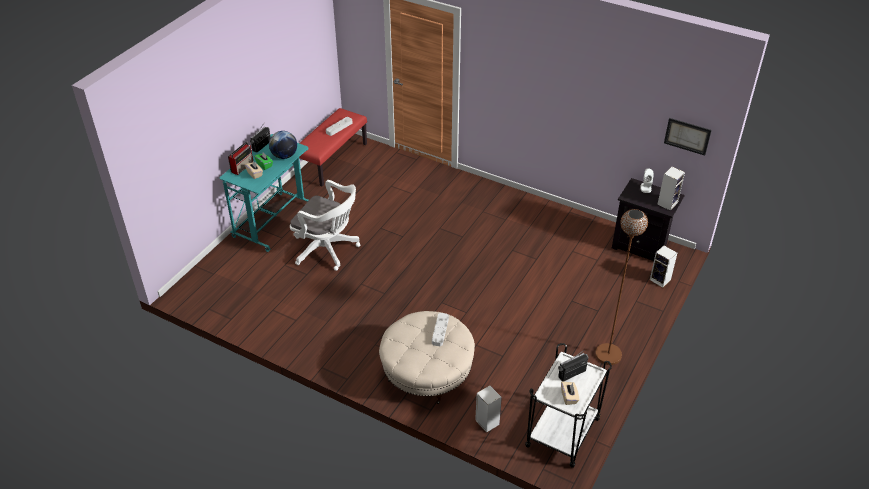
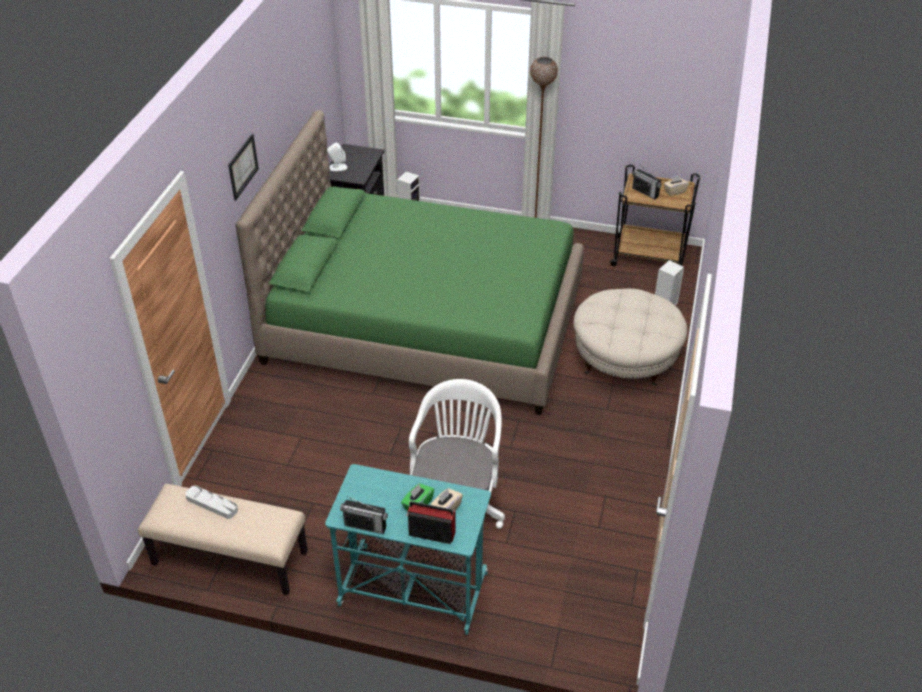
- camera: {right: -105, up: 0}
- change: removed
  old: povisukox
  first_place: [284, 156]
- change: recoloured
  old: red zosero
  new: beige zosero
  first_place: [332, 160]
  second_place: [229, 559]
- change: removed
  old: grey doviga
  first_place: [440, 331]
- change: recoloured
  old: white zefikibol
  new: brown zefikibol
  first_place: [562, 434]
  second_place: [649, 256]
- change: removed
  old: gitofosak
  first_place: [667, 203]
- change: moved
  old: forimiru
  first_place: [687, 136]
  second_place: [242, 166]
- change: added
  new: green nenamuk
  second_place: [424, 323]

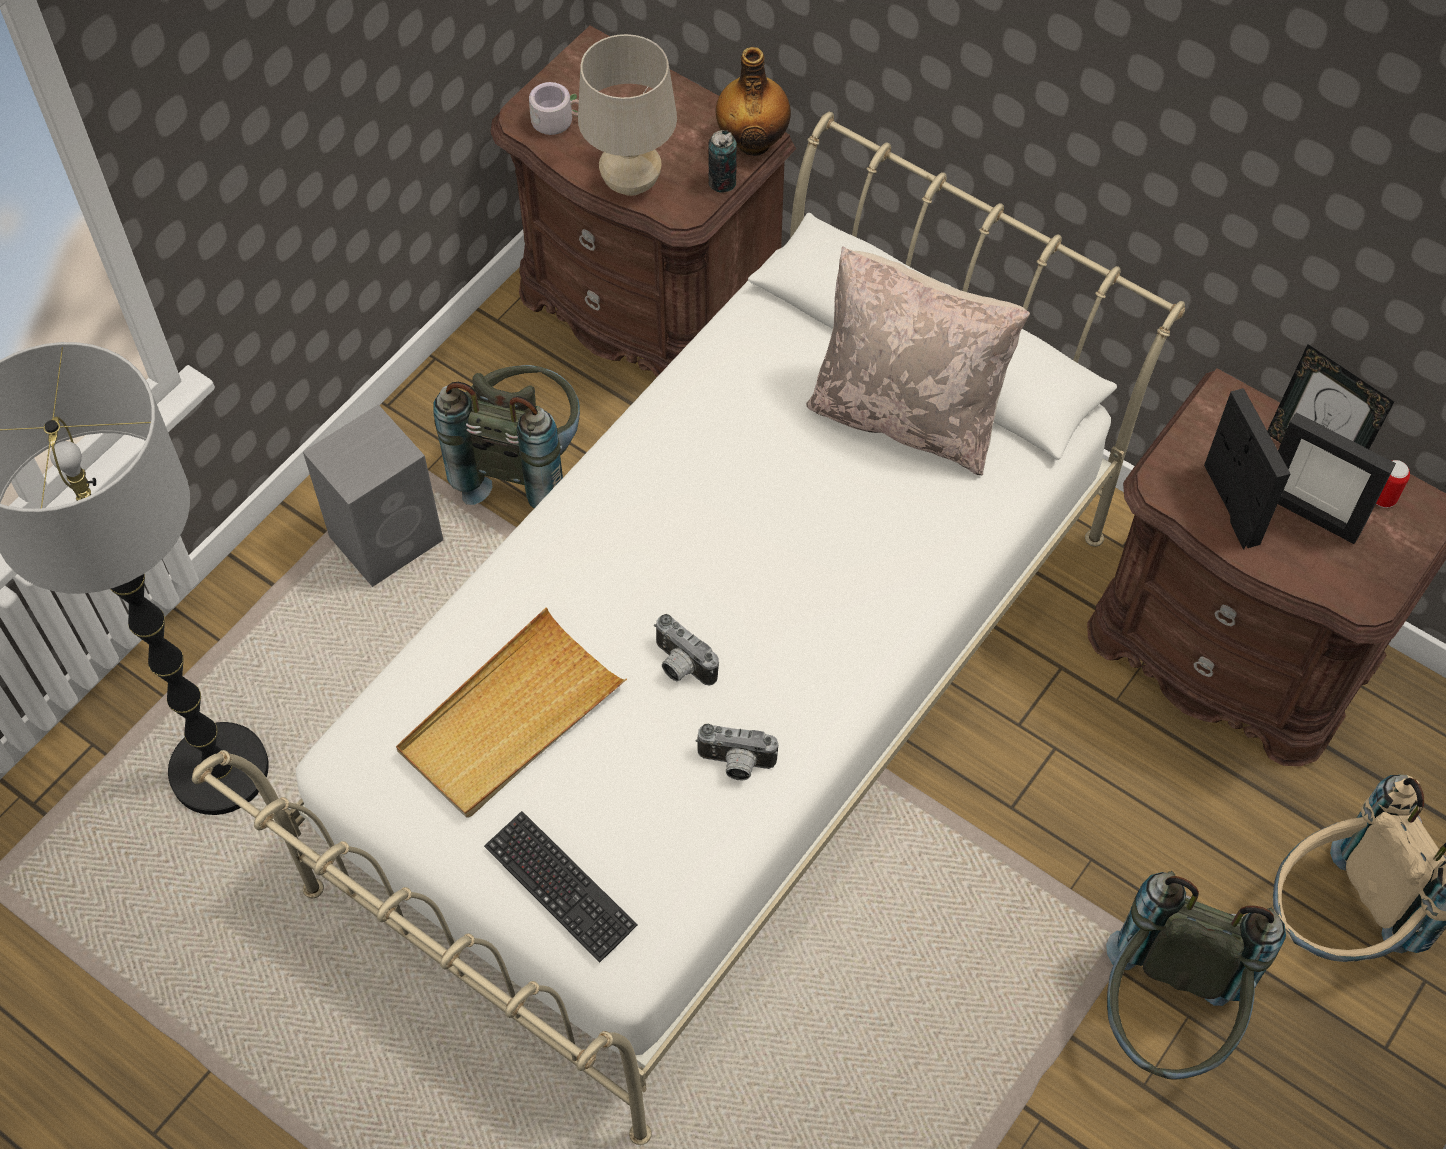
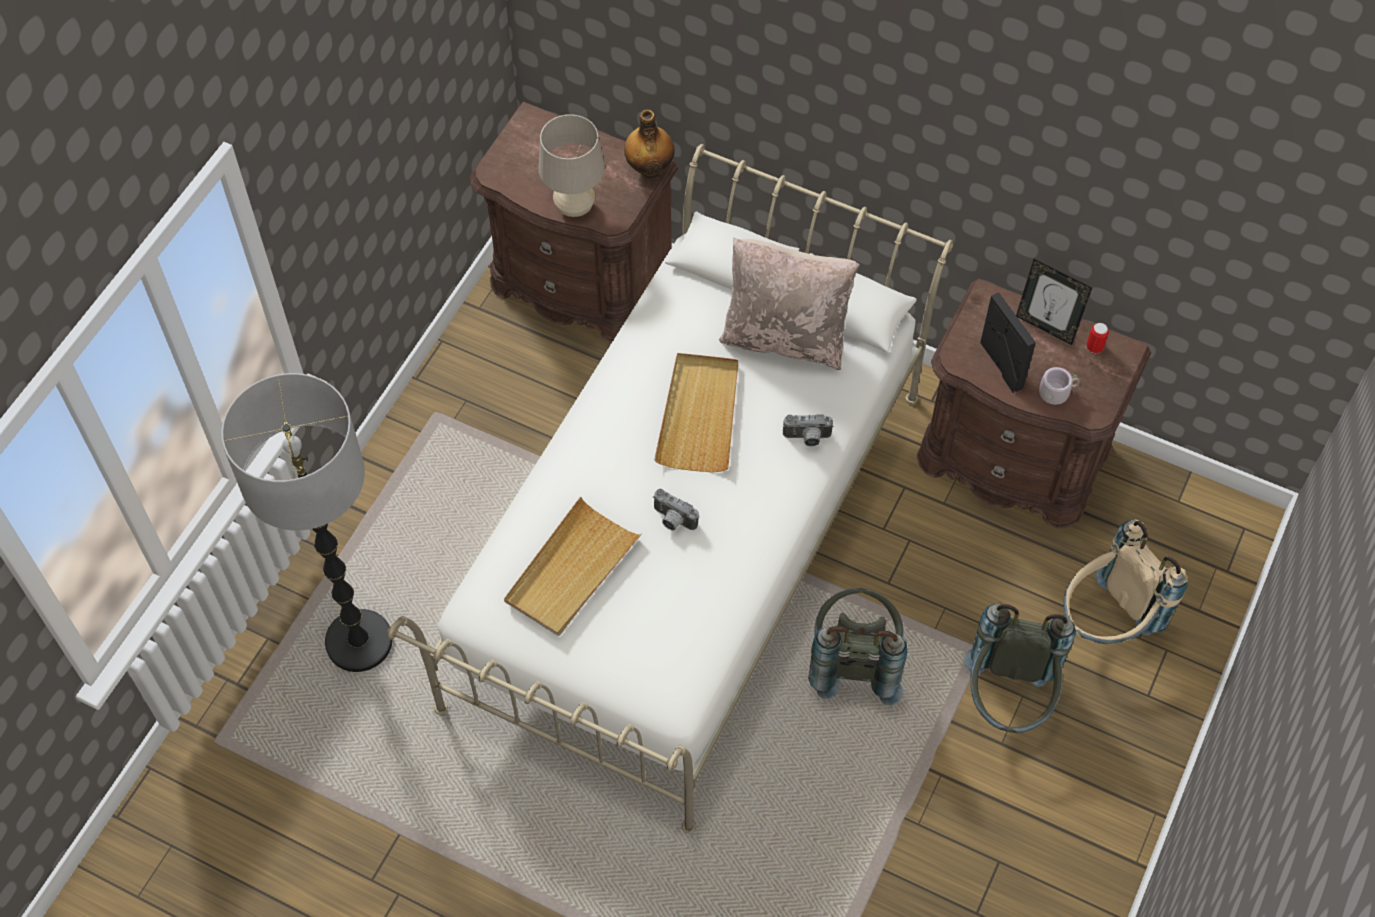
- camera: {right: -10, up: 0}
- change: removed
  old: grey gitofosak
  first_place: [388, 538]
- change: moved
  old: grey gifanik
  first_place: [523, 467]
  second_place: [854, 661]
- change: removed
  old: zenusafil
  first_place: [560, 887]
- change: moved
  old: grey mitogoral
  first_place: [557, 120]
  second_place: [1057, 391]
- change: moved
  old: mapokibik
  first_place: [735, 764]
  second_place: [807, 438]
- change: removed
  old: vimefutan
  first_place: [722, 182]
- change: removed
  old: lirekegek
  first_place: [1310, 512]
- change: added
  new: beige doviga
  second_place: [699, 415]

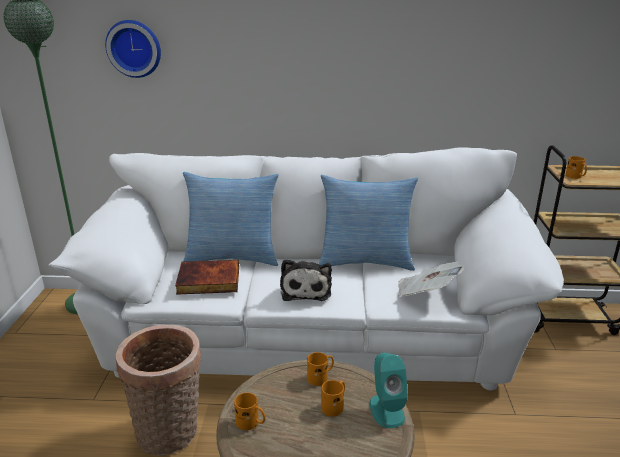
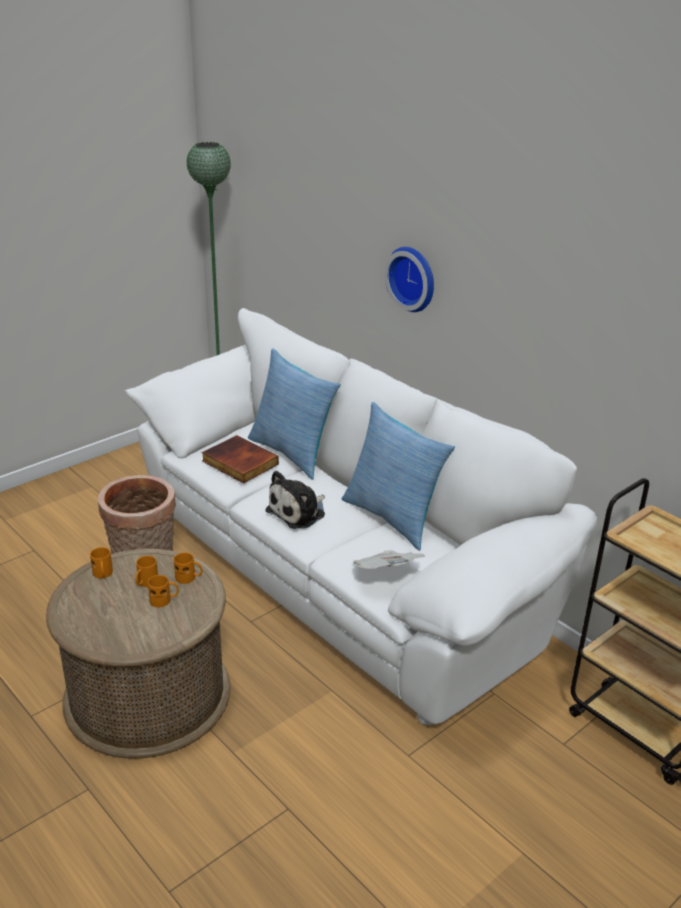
- camera: {right: 45, up: 5}
- change: moved
  old: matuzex
  first_place: [134, 48]
  second_place: [413, 278]
- change: removed
  old: turquoise gitofosak
  first_place: [386, 410]
- change: moved
  old: orange mitogoral
  first_place: [576, 177]
  second_place: [146, 583]

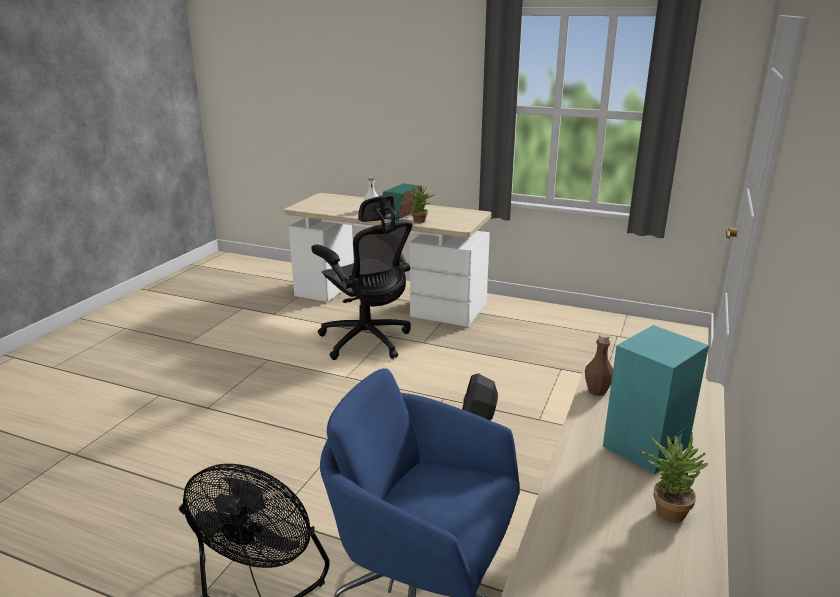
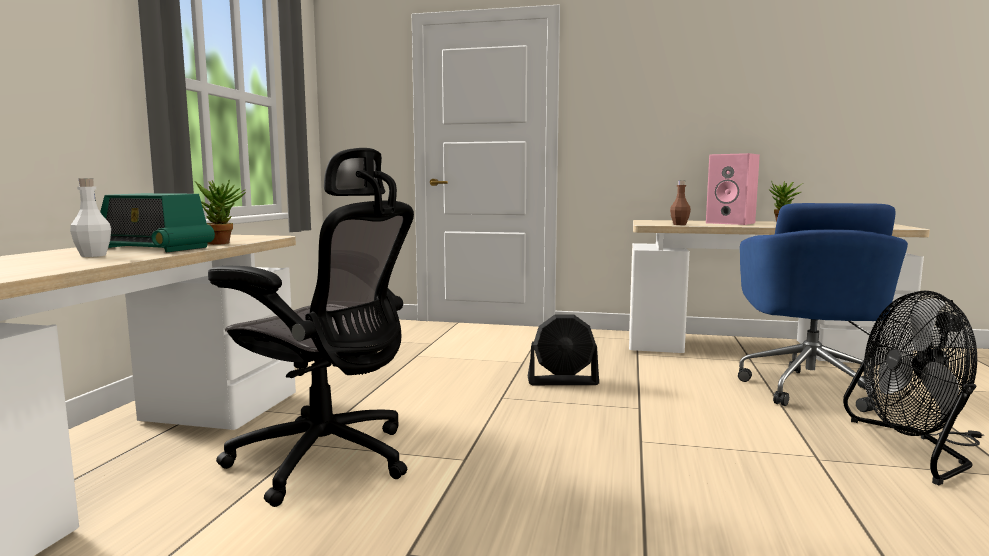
- camera: {right: -100, up: -15}
- change: turned
  old: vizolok
  first_place: [366, 340]
  second_place: [325, 459]
  degrees: 75
- change: recoloured
  old: turquoise gitofosak
  new: pink gitofosak
  first_place: [646, 448]
  second_place: [732, 223]

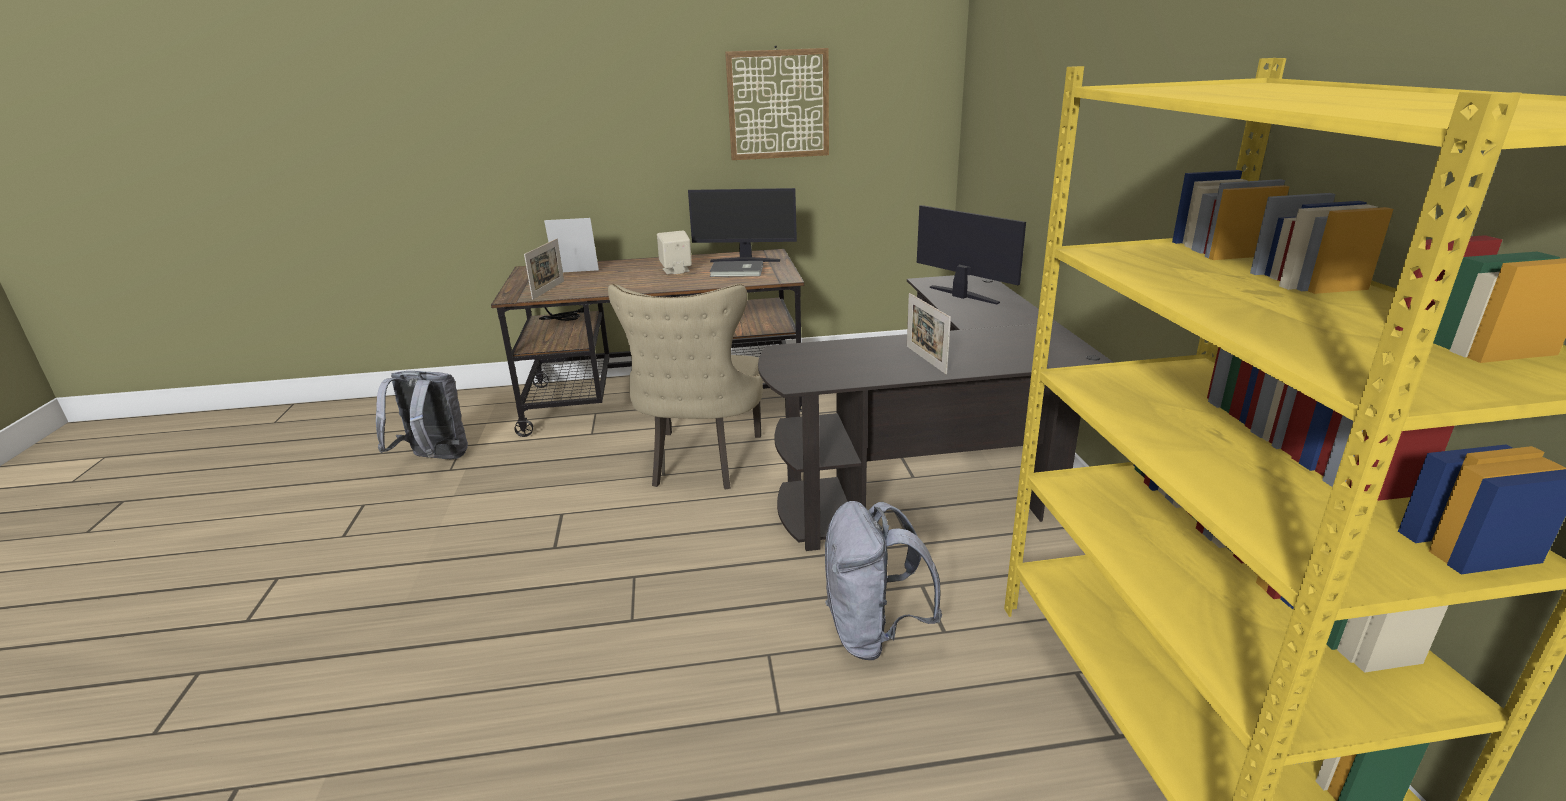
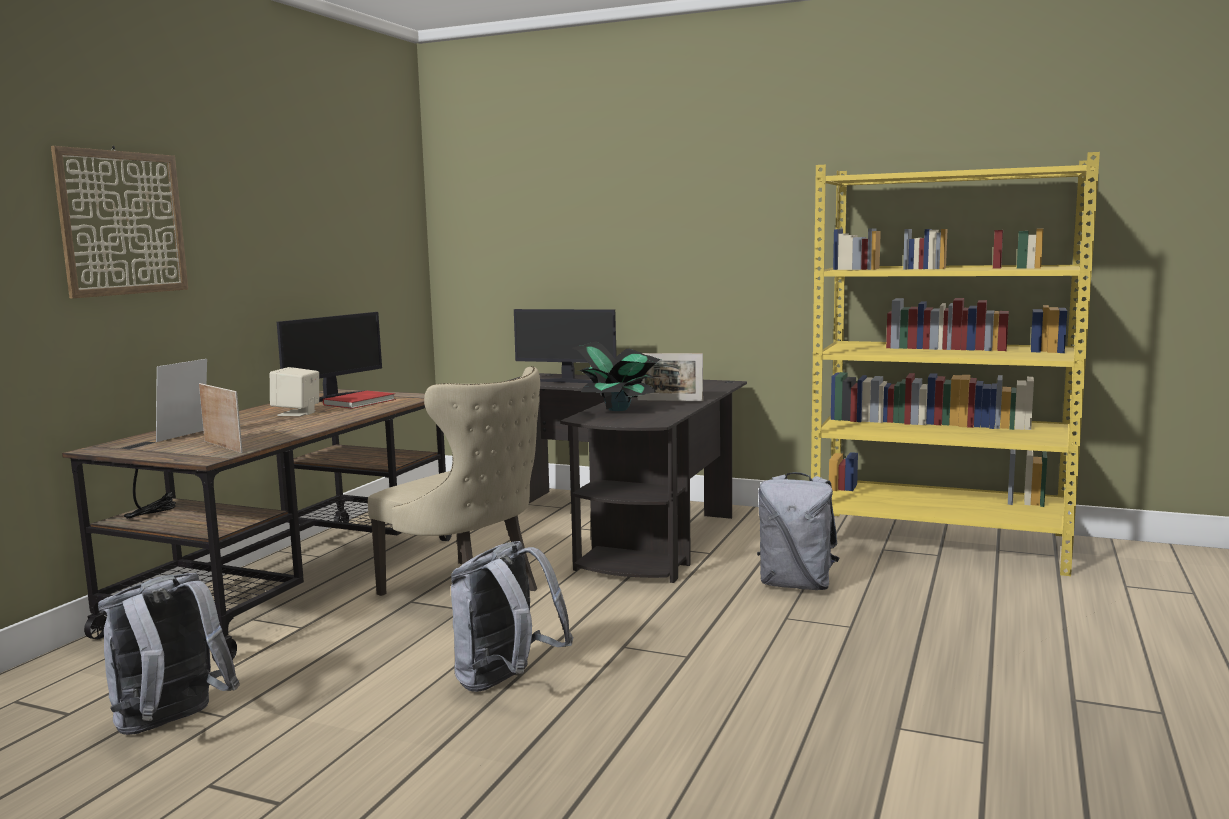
- camera: {right: -60, up: -15}
- change: recoloured
  old: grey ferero
  new: red ferero
  first_place: [737, 271]
  second_place: [361, 402]
- change: moved
  old: forimiru
  first_place: [778, 103]
  second_place: [122, 220]
- change: turned
  old: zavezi
  first_place: [961, 295]
  second_place: [566, 381]
  degrees: -150
- change: added
  new: grey gifanik
  second_place: [506, 682]
- change: added
  new: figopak
  second_place: [618, 409]

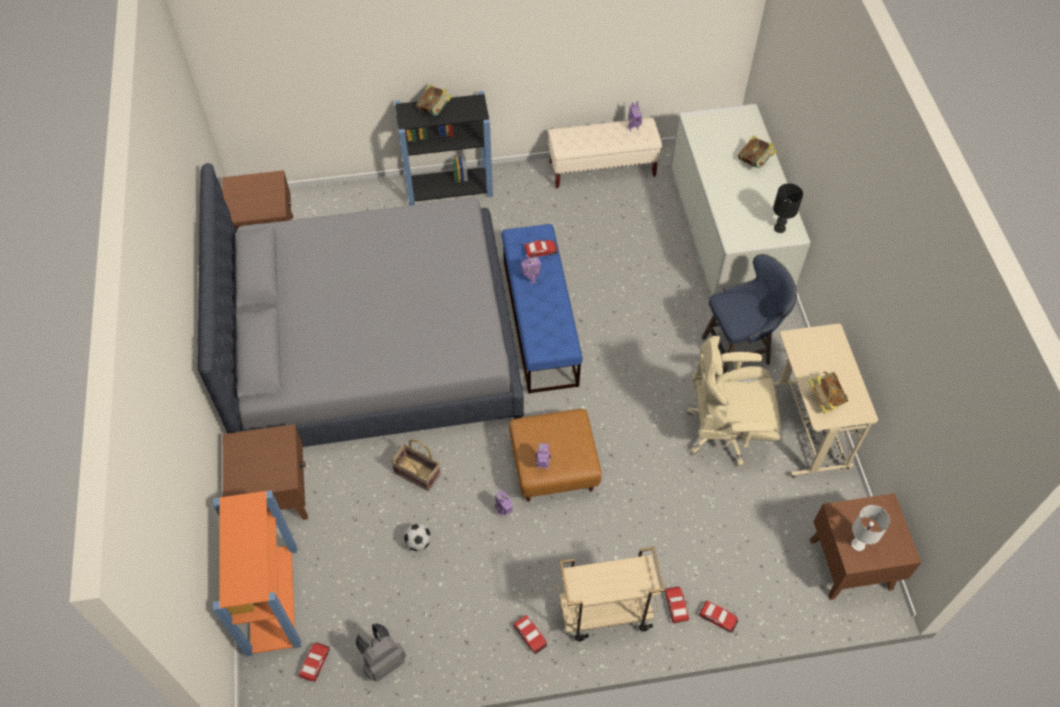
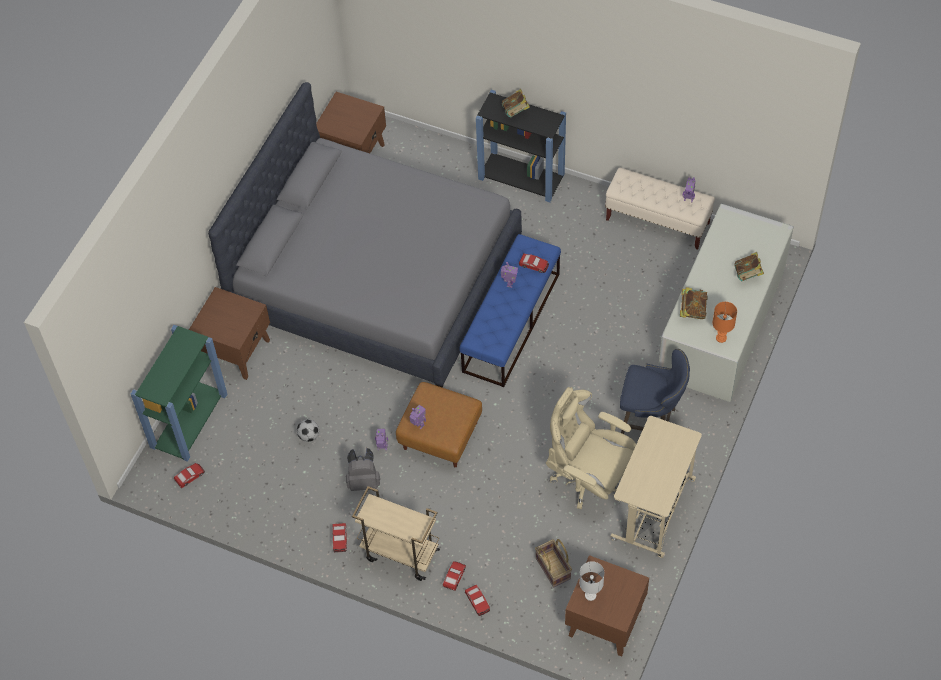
- camera: {right: 35, up: 0}
- change: recoloured
  old: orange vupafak
  new: green vupafak
  first_place: [272, 598]
  second_place: [189, 420]
- change: moved
  old: grey gifanik
  first_place: [383, 661]
  second_place: [364, 481]
- change: moved
  old: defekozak
  first_place: [418, 473]
  second_place: [553, 568]
- change: recoloured
  old: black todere
  new: orange todere
  first_place: [779, 228]
  second_place: [721, 338]
- change: moved
  old: ferero
  first_place: [824, 399]
  second_place: [692, 310]

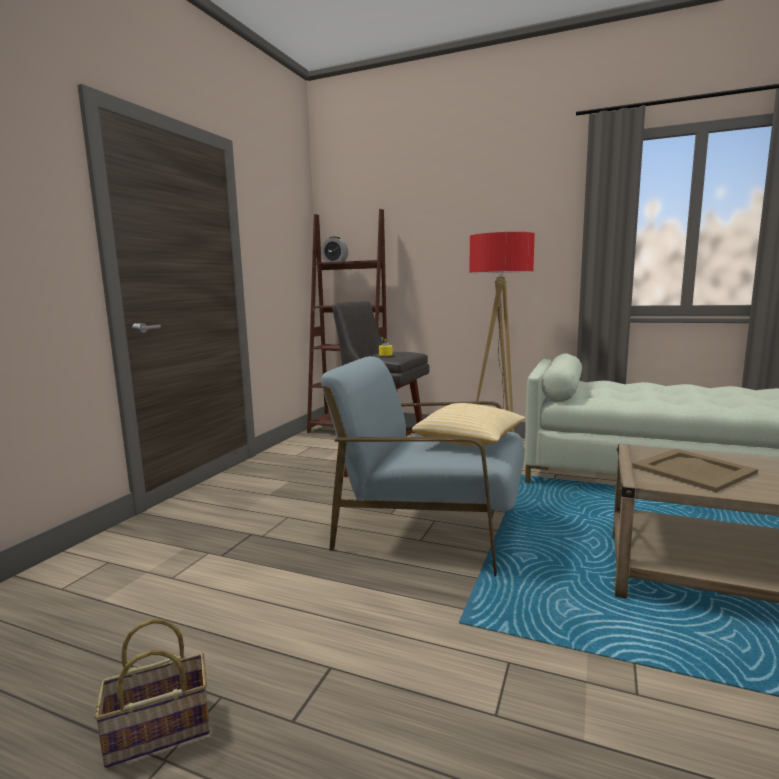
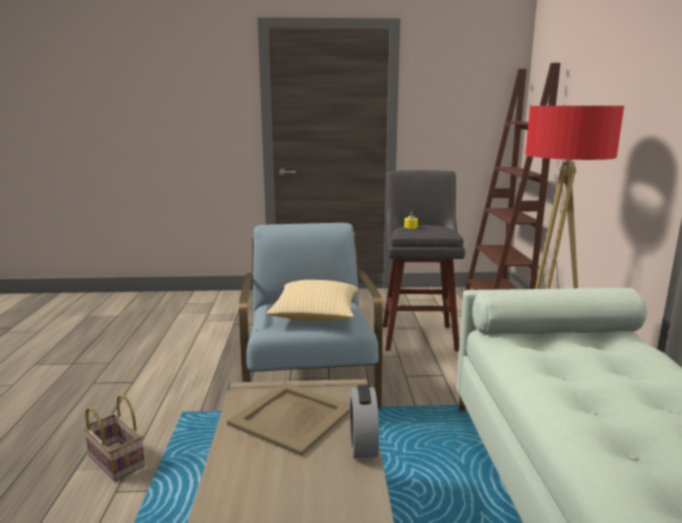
- camera: {right: 65, up: 5}
- change: moved
  old: defekozak
  first_place: [156, 733]
  second_place: [114, 461]
- change: moved
  old: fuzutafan
  first_place: [335, 261]
  second_place: [363, 444]

